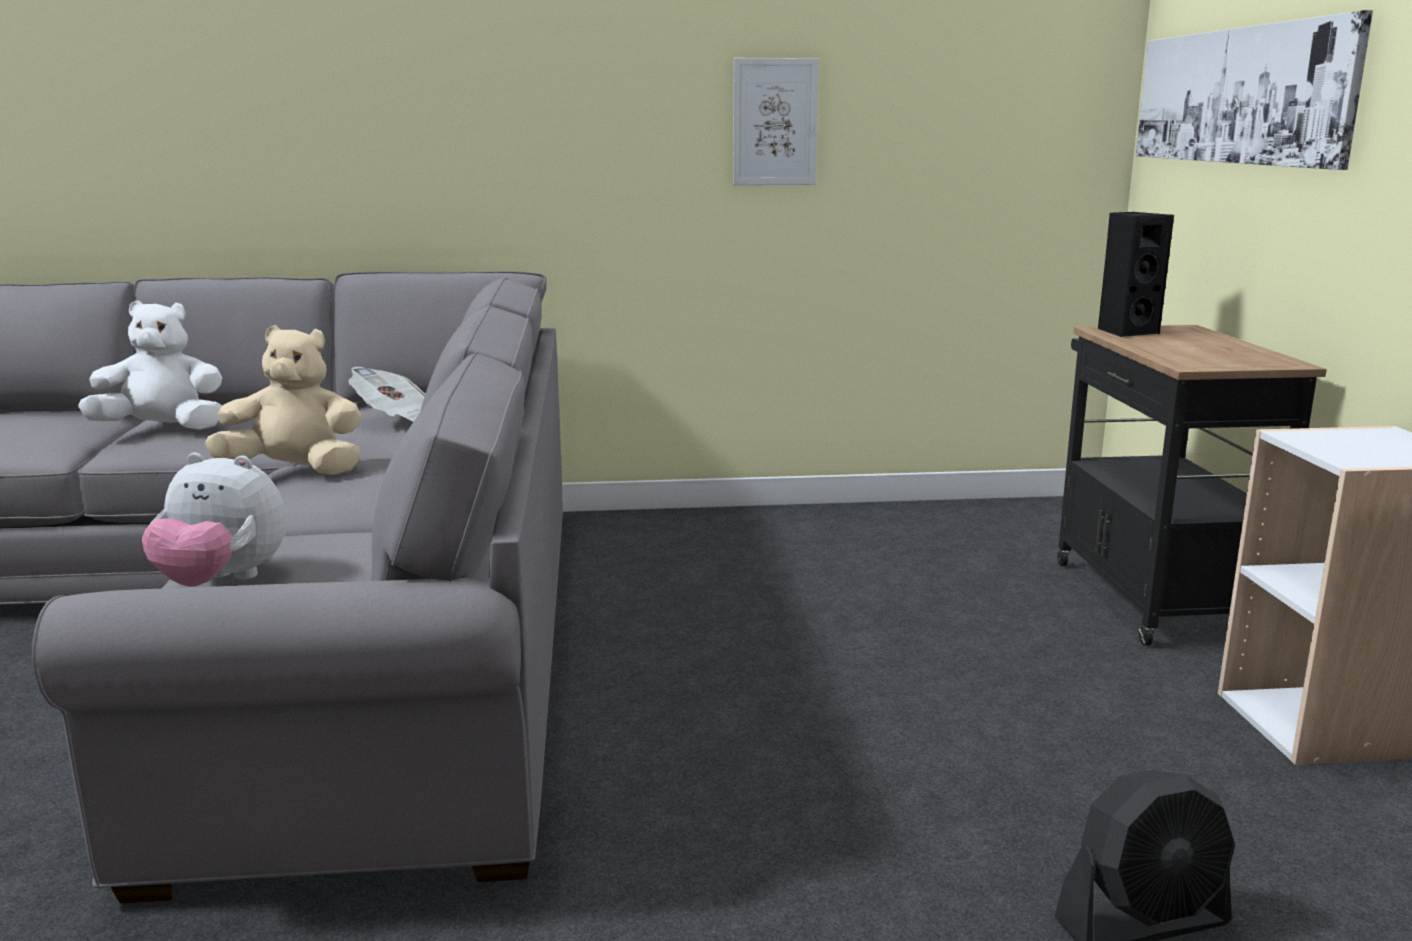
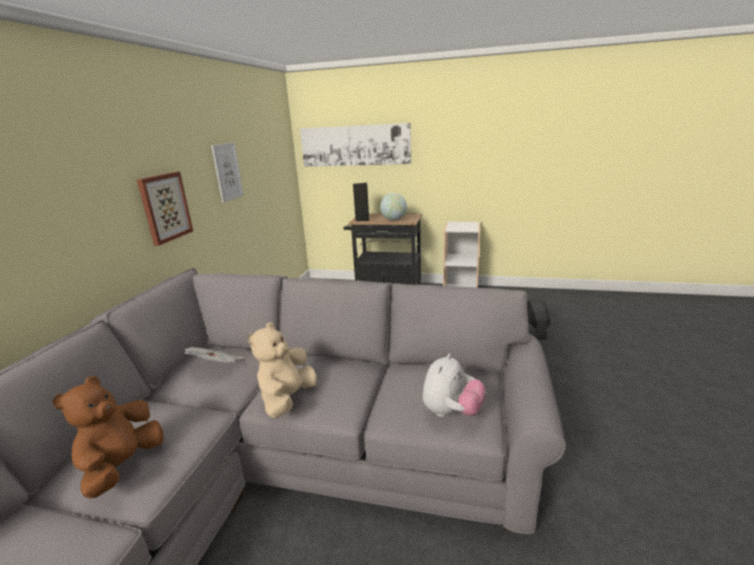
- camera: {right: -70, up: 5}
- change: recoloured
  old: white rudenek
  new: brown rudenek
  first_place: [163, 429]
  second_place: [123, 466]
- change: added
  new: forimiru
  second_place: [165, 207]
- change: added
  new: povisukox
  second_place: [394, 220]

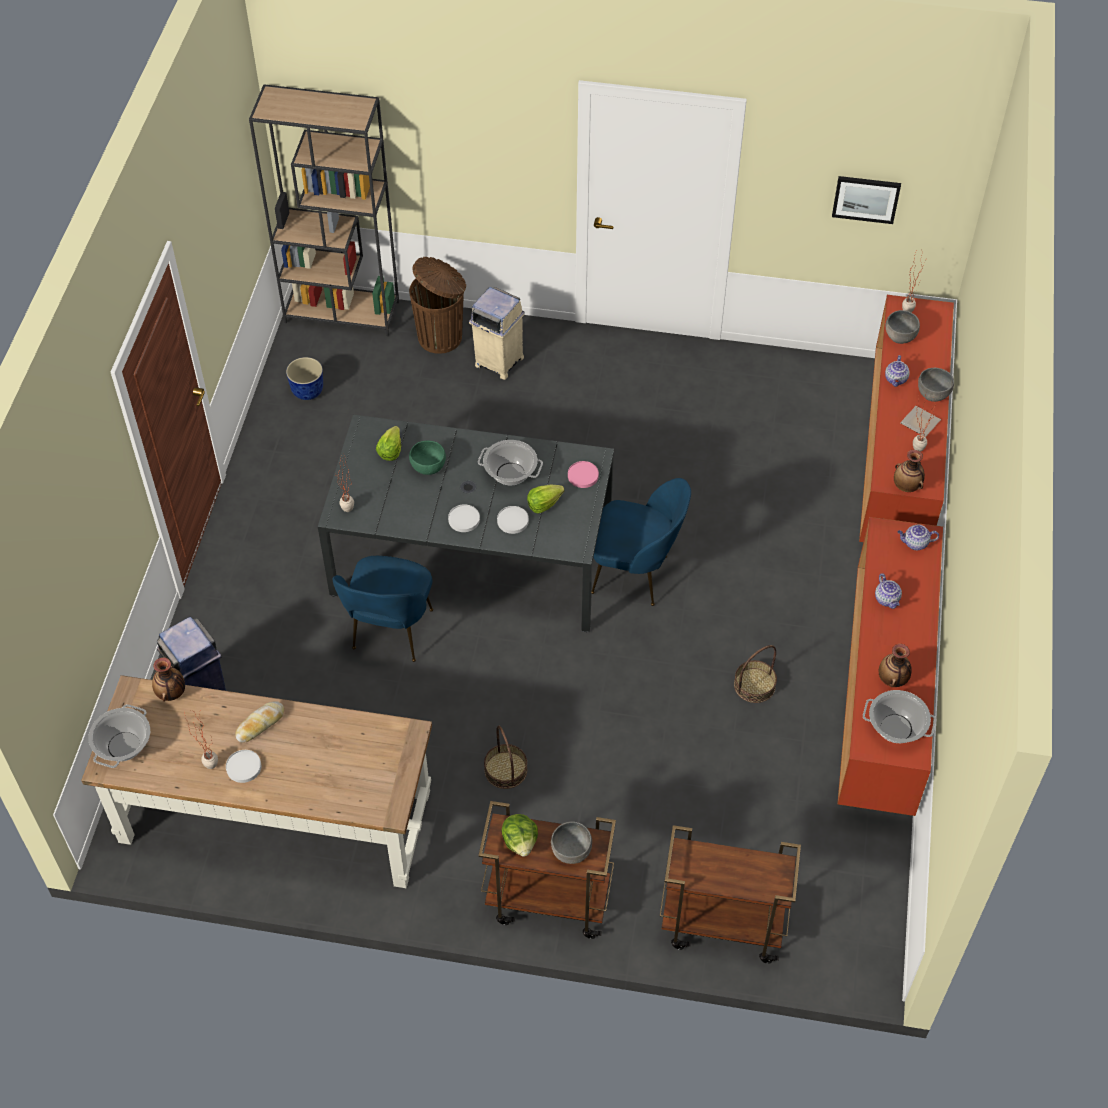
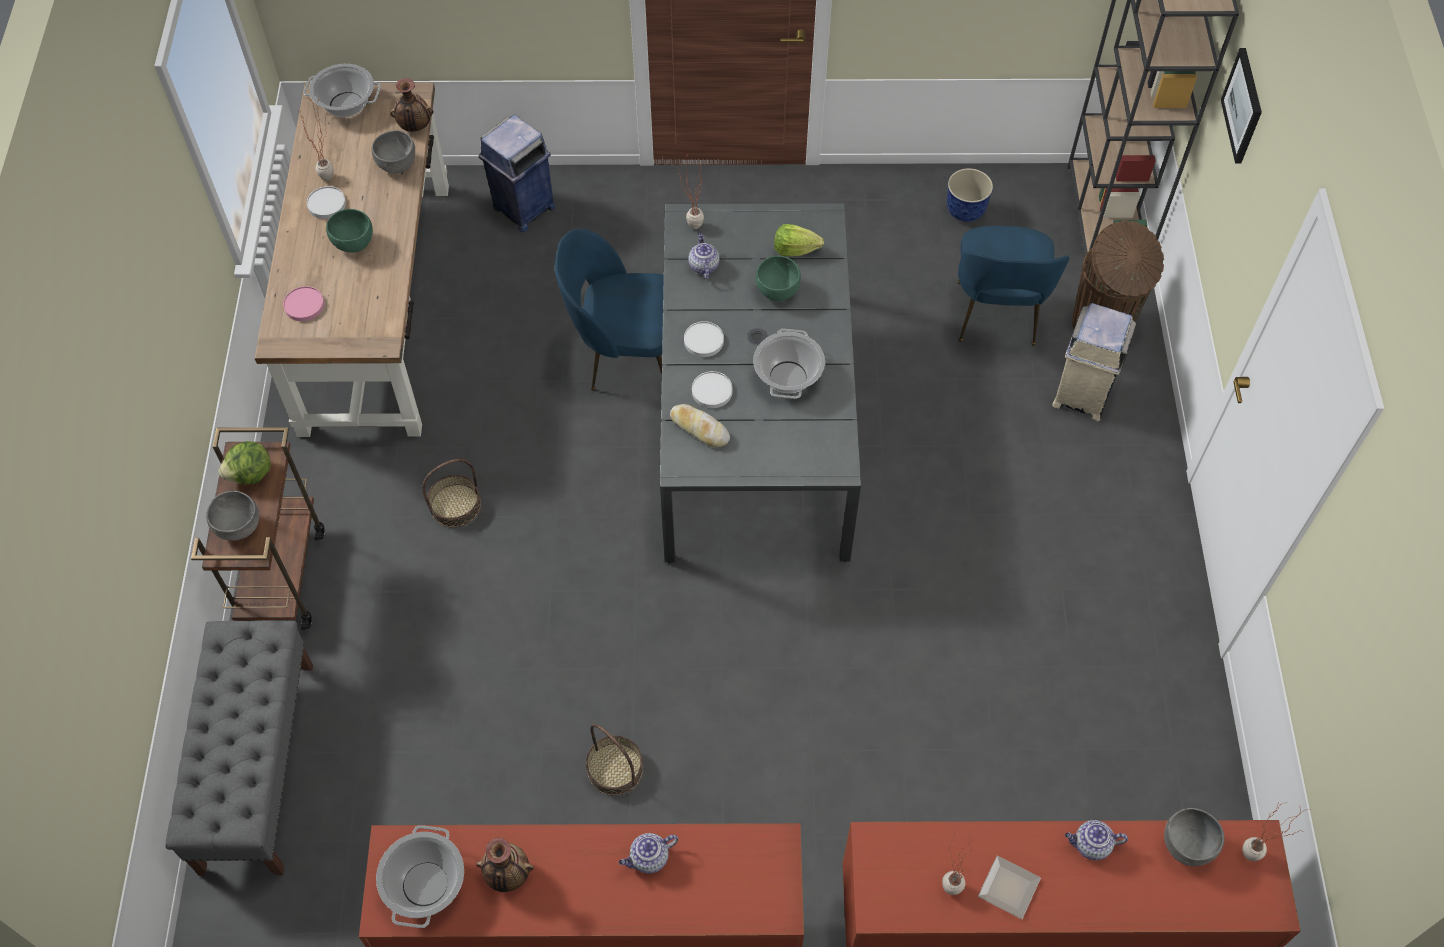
- camera: {right: 80, up: 5}
- change: moved
  old: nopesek
  first_place: [260, 724]
  second_place: [699, 428]
- change: removed
  old: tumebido
  first_place: [544, 504]
- change: moved
  old: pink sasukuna
  first_place: [583, 476]
  second_place: [304, 305]
- change: moved
  old: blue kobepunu
  first_place: [636, 577]
  second_place: [995, 321]
- change: replaced
  old: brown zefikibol
  new: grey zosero
  first_place: [720, 927]
  second_place: [257, 765]
- change: moved
  old: forimiru
  first_place: [866, 198]
  second_place: [1243, 105]
- change: removed
  old: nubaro
  first_place: [906, 486]
- change: moved
  old: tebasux
  first_place: [915, 543]
  second_place: [703, 266]
- change: moved
  old: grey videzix
  first_place: [932, 395]
  second_place: [397, 165]
- change: added
  new: green videzix
  second_place: [354, 244]

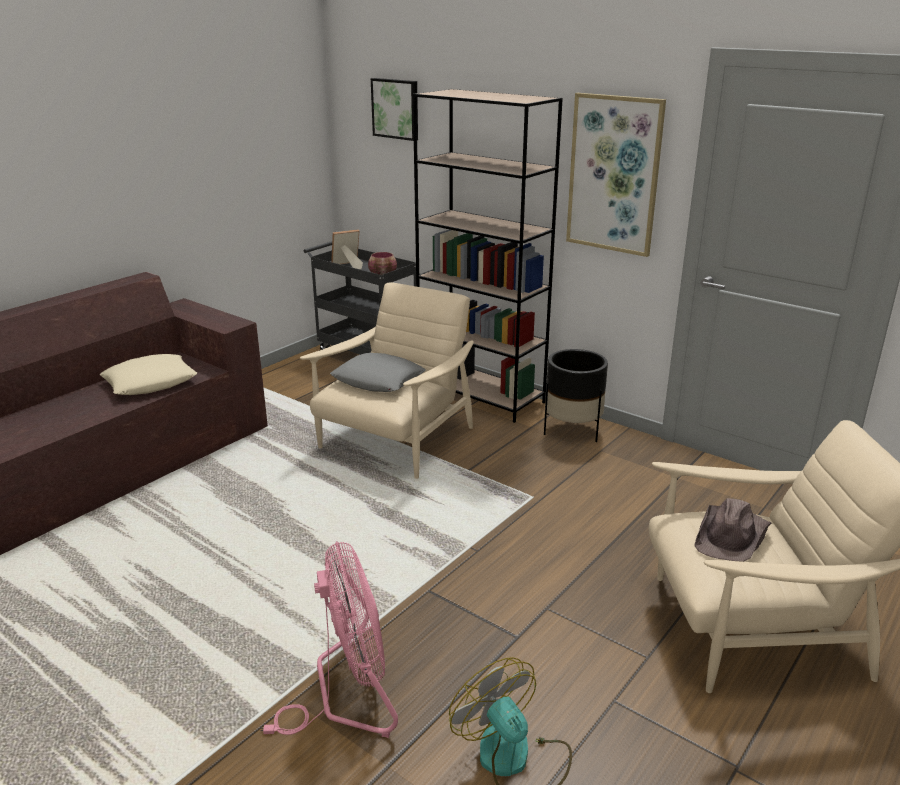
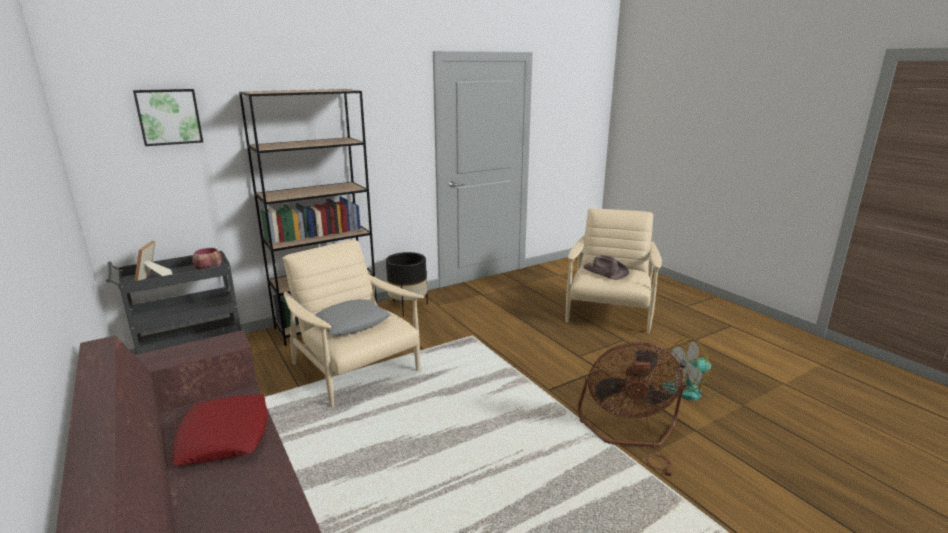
- camera: {right: -70, up: -5}
- change: recoloured
  old: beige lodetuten
  new: red lodetuten
  first_place: [150, 382]
  second_place: [224, 436]
- change: recoloured
  old: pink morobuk
  new: brown morobuk
  first_place: [344, 689]
  second_place: [634, 436]
- change: removed
  old: forimiru
  first_place: [614, 174]

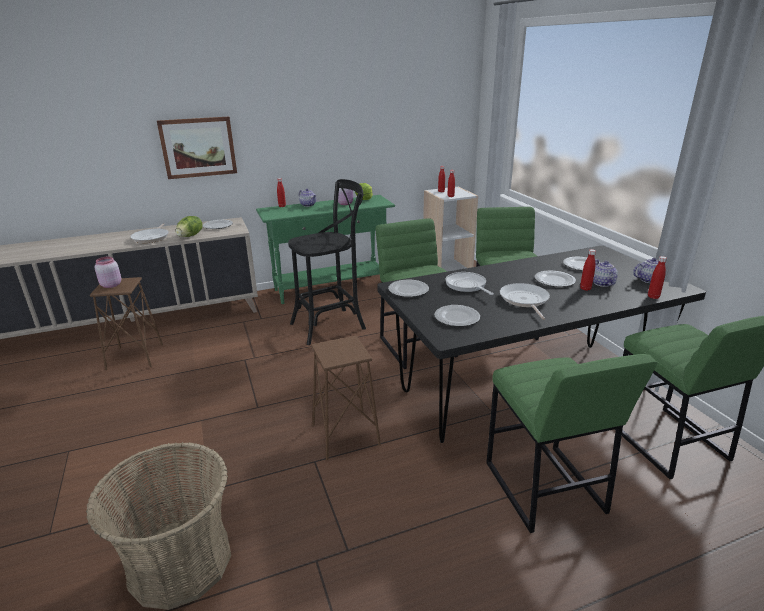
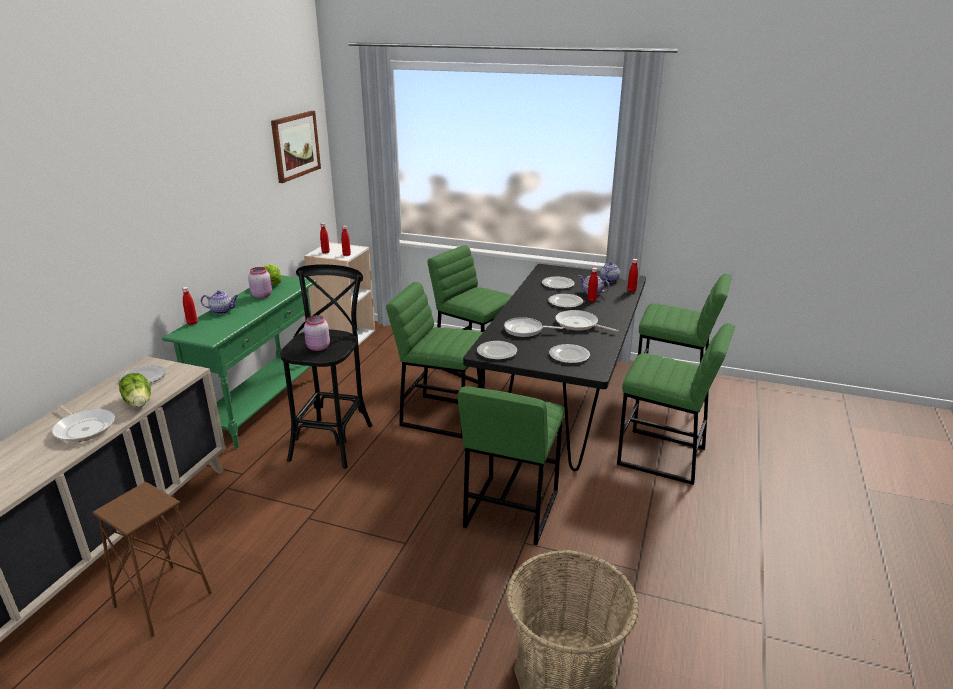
- camera: {right: -50, up: 0}
- change: moved
  old: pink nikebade
  first_place: [110, 285]
  second_place: [317, 348]
- change: moved
  old: forimiru
  first_place: [198, 147]
  second_place: [295, 145]
- change: replaced
  old: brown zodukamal
  new: green kobepunu
  first_place: [345, 435]
  second_place: [511, 511]

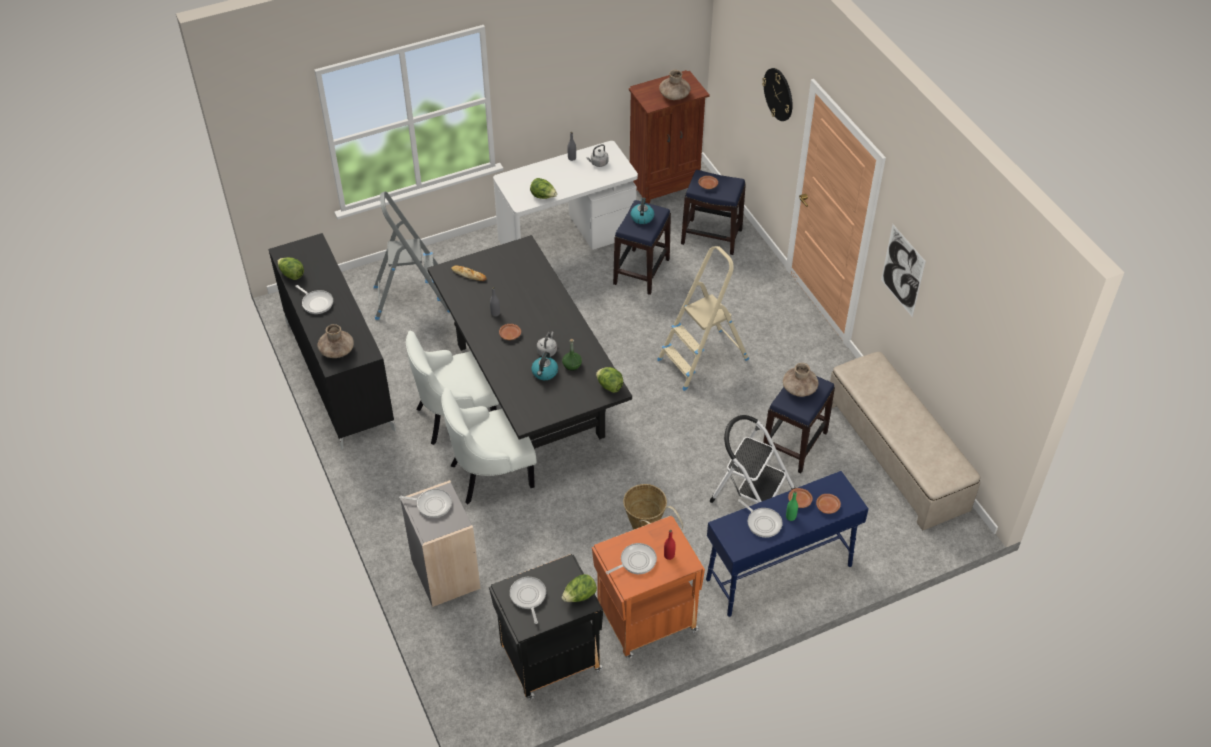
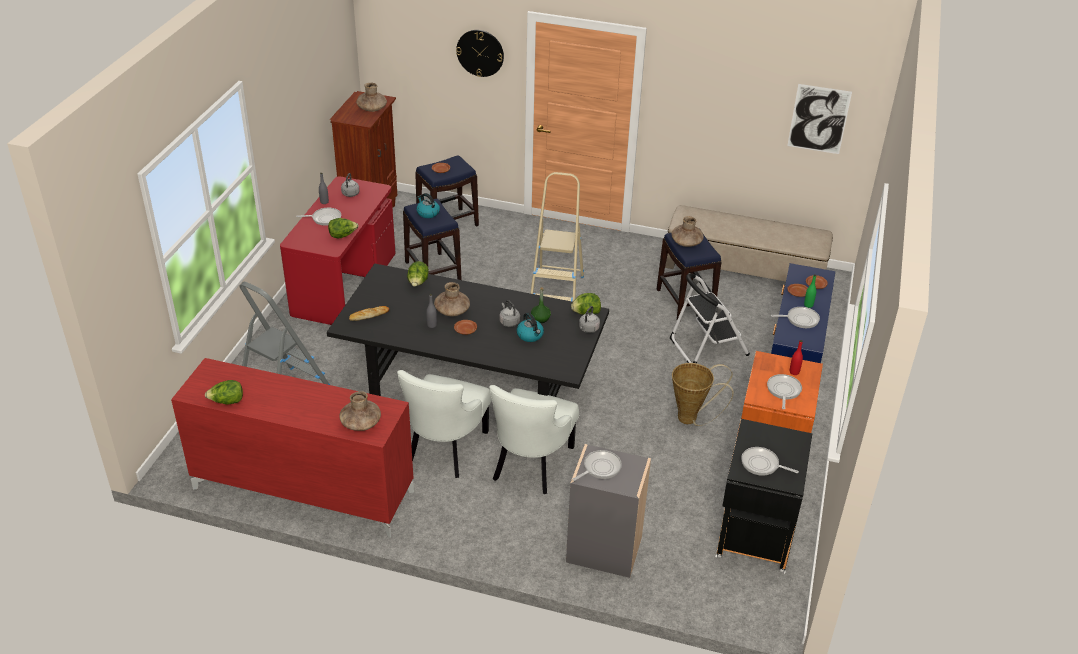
- camera: {right: -50, up: -10}
- change: recoloured
  old: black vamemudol
  new: red vamemudol
  first_place: [339, 375]
  second_place: [303, 490]
- change: moved
  old: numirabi
  first_place: [316, 303]
  second_place: [324, 218]
- change: recoloured
  old: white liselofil
  new: red liselofil
  first_place: [567, 237]
  second_place: [344, 284]
- change: moved
  old: tumebido
  first_place: [579, 596]
  second_place: [418, 283]
- change: moved
  old: forimiru
  first_place: [902, 270]
  second_place: [819, 119]
- change: added
  new: brown nubaro
  second_place: [452, 311]
- change: added
  new: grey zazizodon
  second_place: [588, 329]

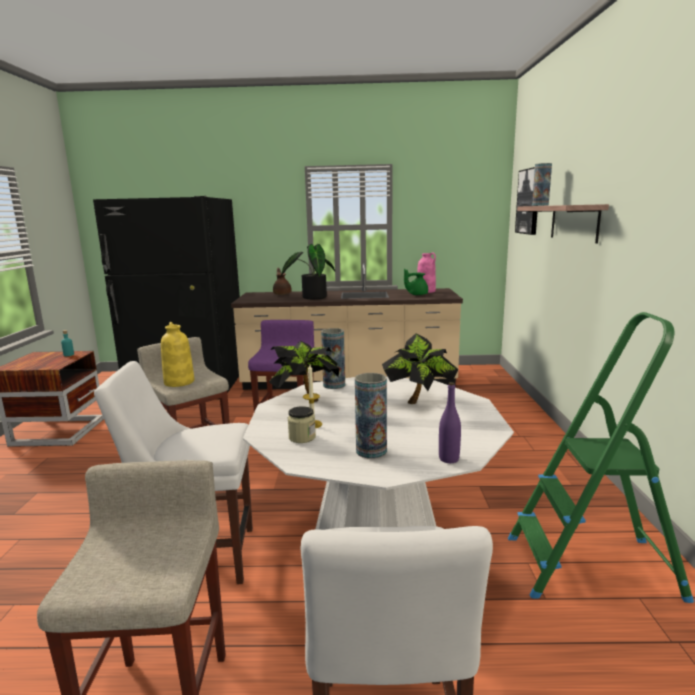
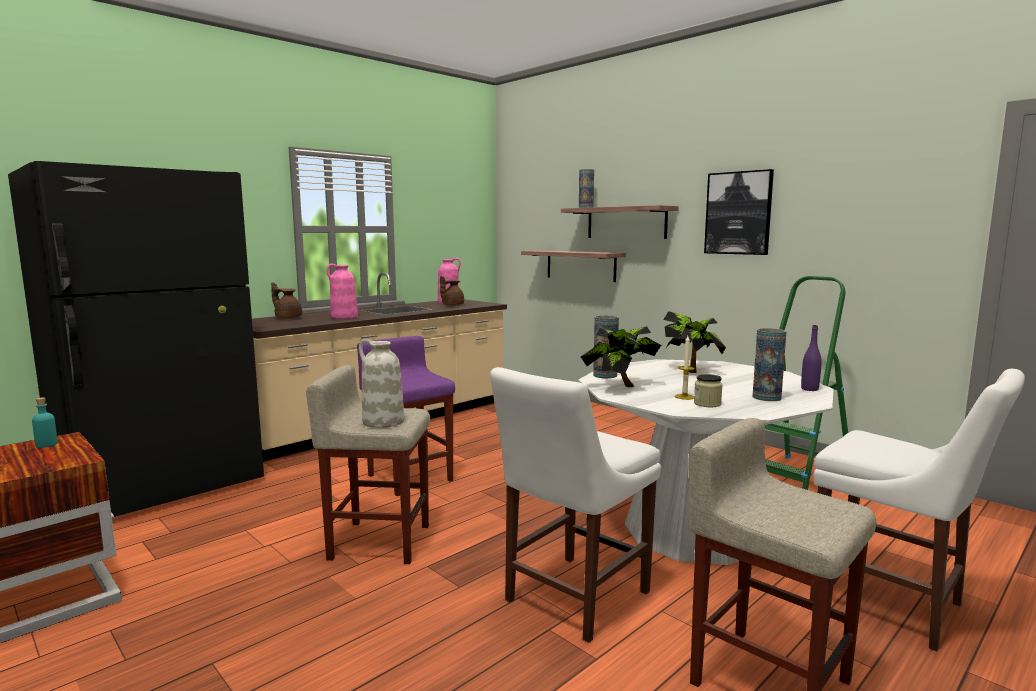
- camera: {right: -45, up: -5}
- change: recoloured
  old: yellow nubaro
  new: white nubaro
  first_place: [179, 382]
  second_place: [382, 422]
- change: replaced
  old: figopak
  new: pink nubaro
  first_place: [311, 297]
  second_place: [344, 317]
- change: recoloured
  old: green tebasux
  new: brown tebasux
  first_place: [416, 294]
  second_place: [452, 305]
- change: moved
  old: forimiru
  first_place: [529, 201]
  second_place: [738, 213]
- change: added
  new: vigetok
  second_place: [580, 265]

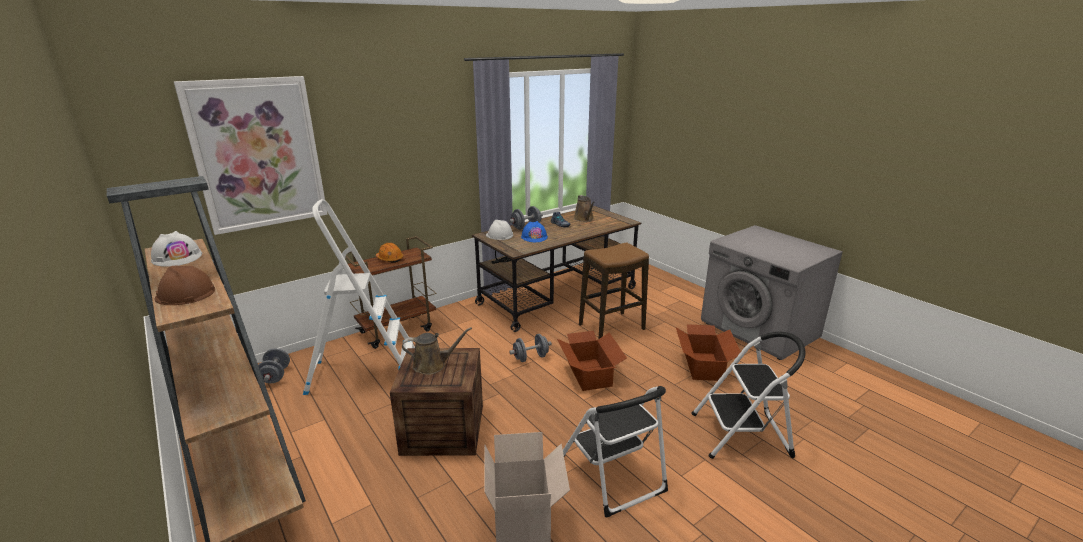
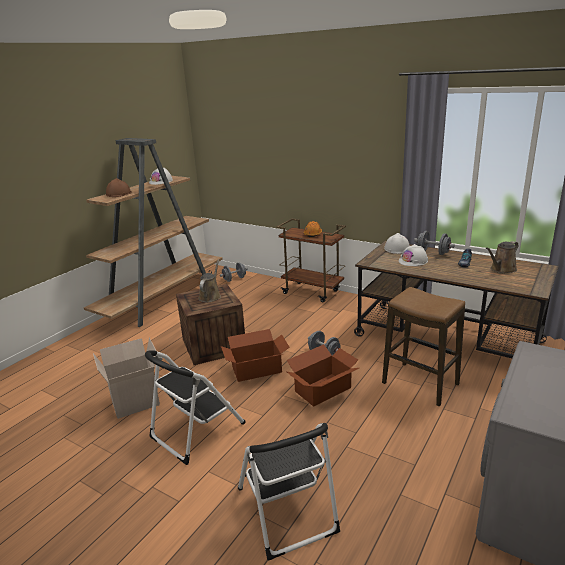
- camera: {right: 70, up: 0}
- change: removed
  old: forimiru
  first_place: [258, 154]
- change: removed
  old: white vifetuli
  first_place: [365, 373]
- change: turned
  old: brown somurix
  first_place: [432, 365]
  second_place: [210, 296]
  degrees: -135
- change: recoloured
  old: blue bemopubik
  new: white bemopubik
  first_place: [534, 237]
  second_place: [413, 261]
- change: moved
  old: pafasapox
  first_place: [704, 366]
  second_place: [257, 369]

